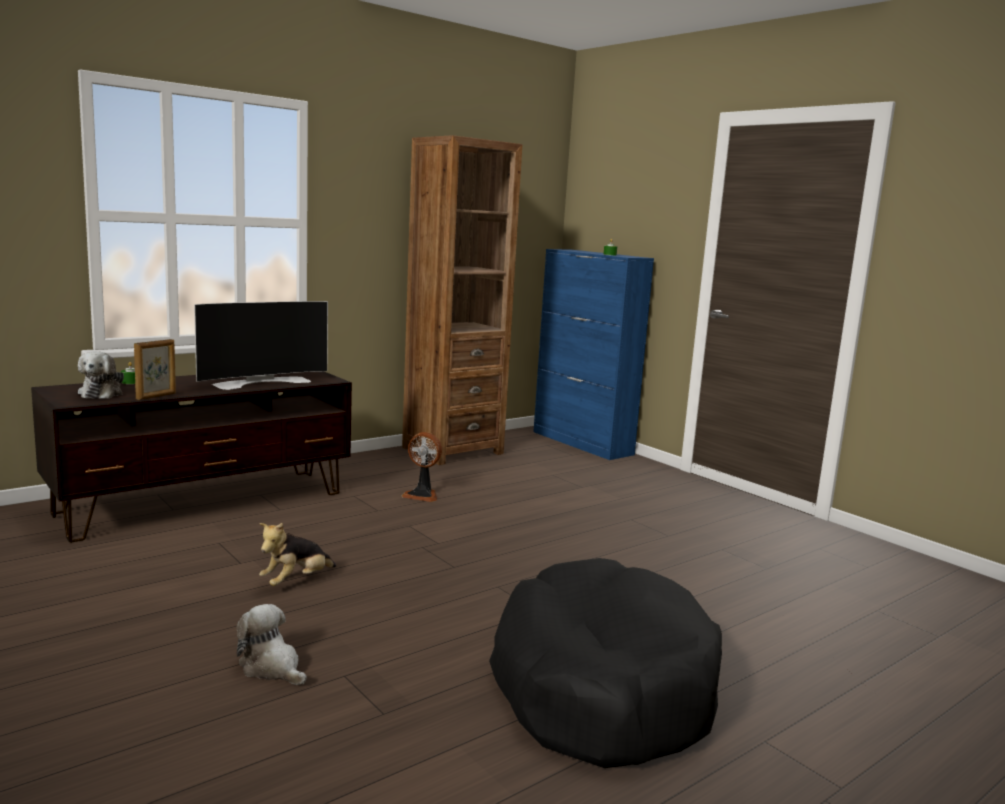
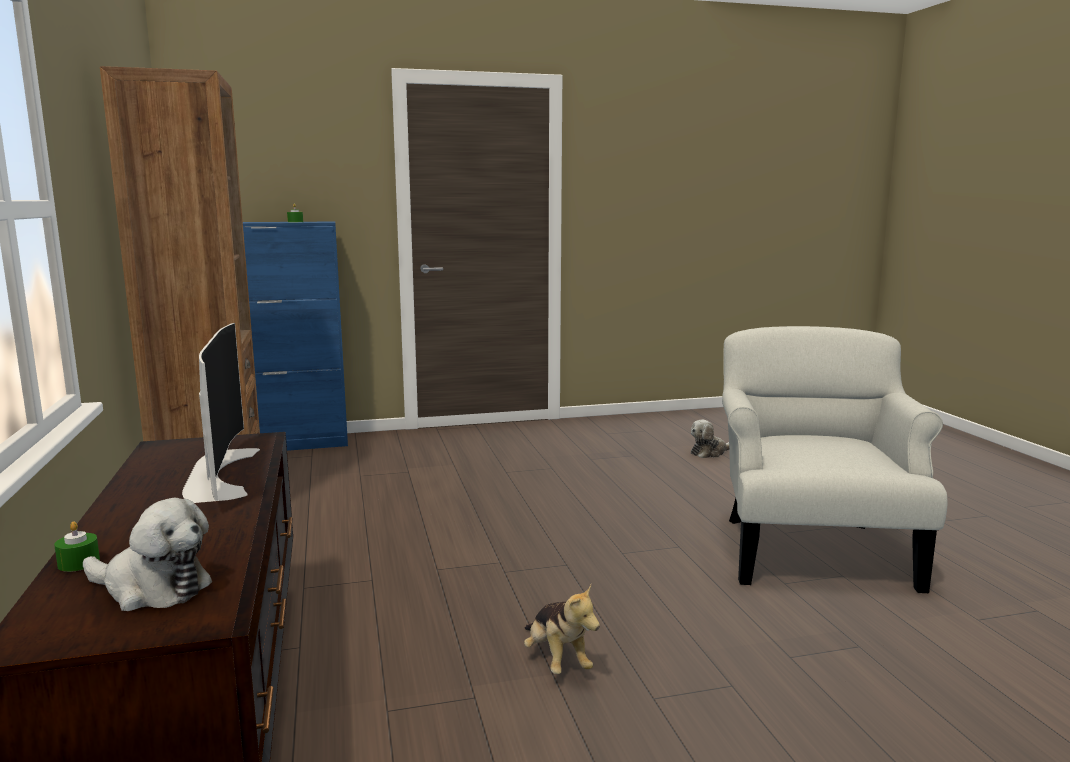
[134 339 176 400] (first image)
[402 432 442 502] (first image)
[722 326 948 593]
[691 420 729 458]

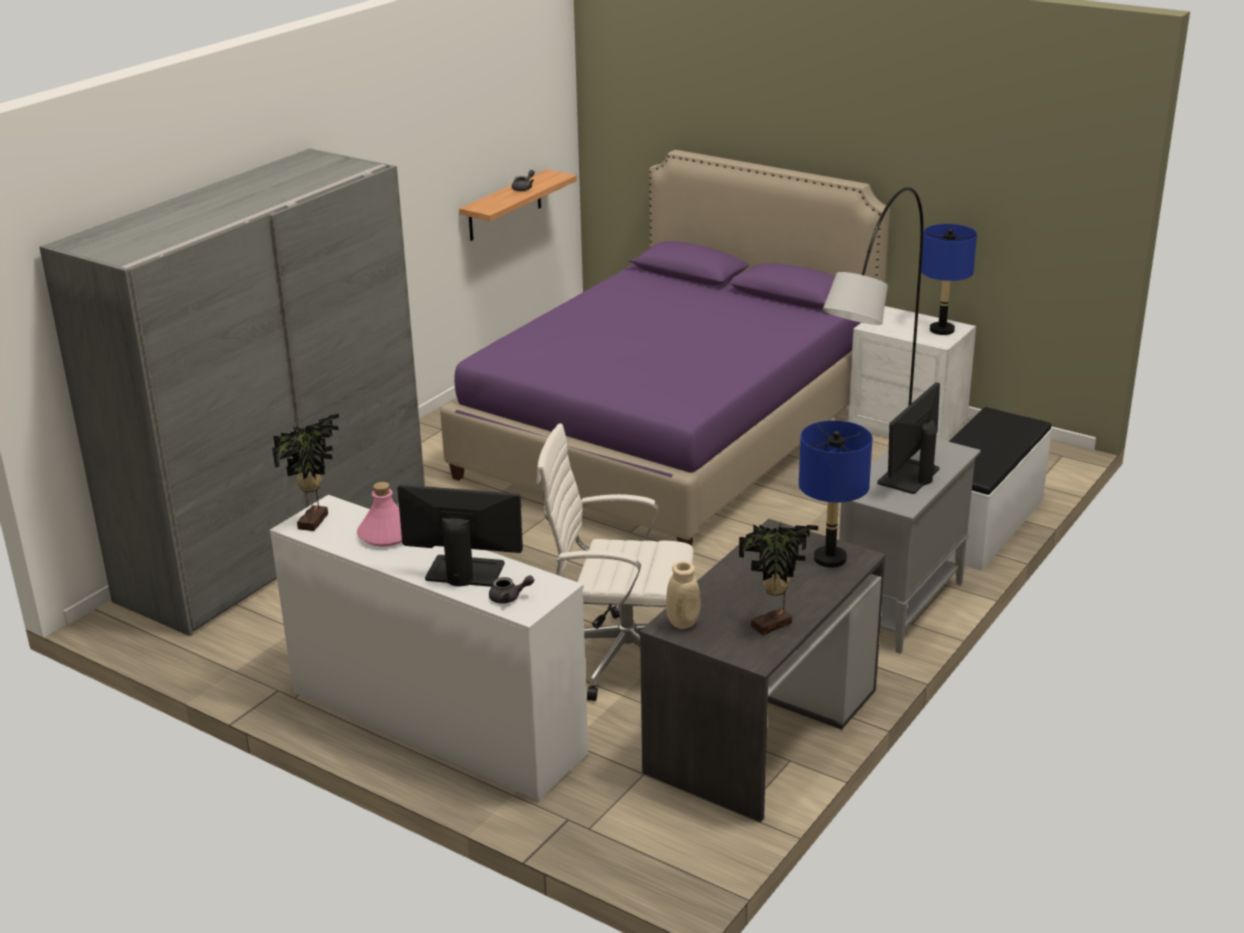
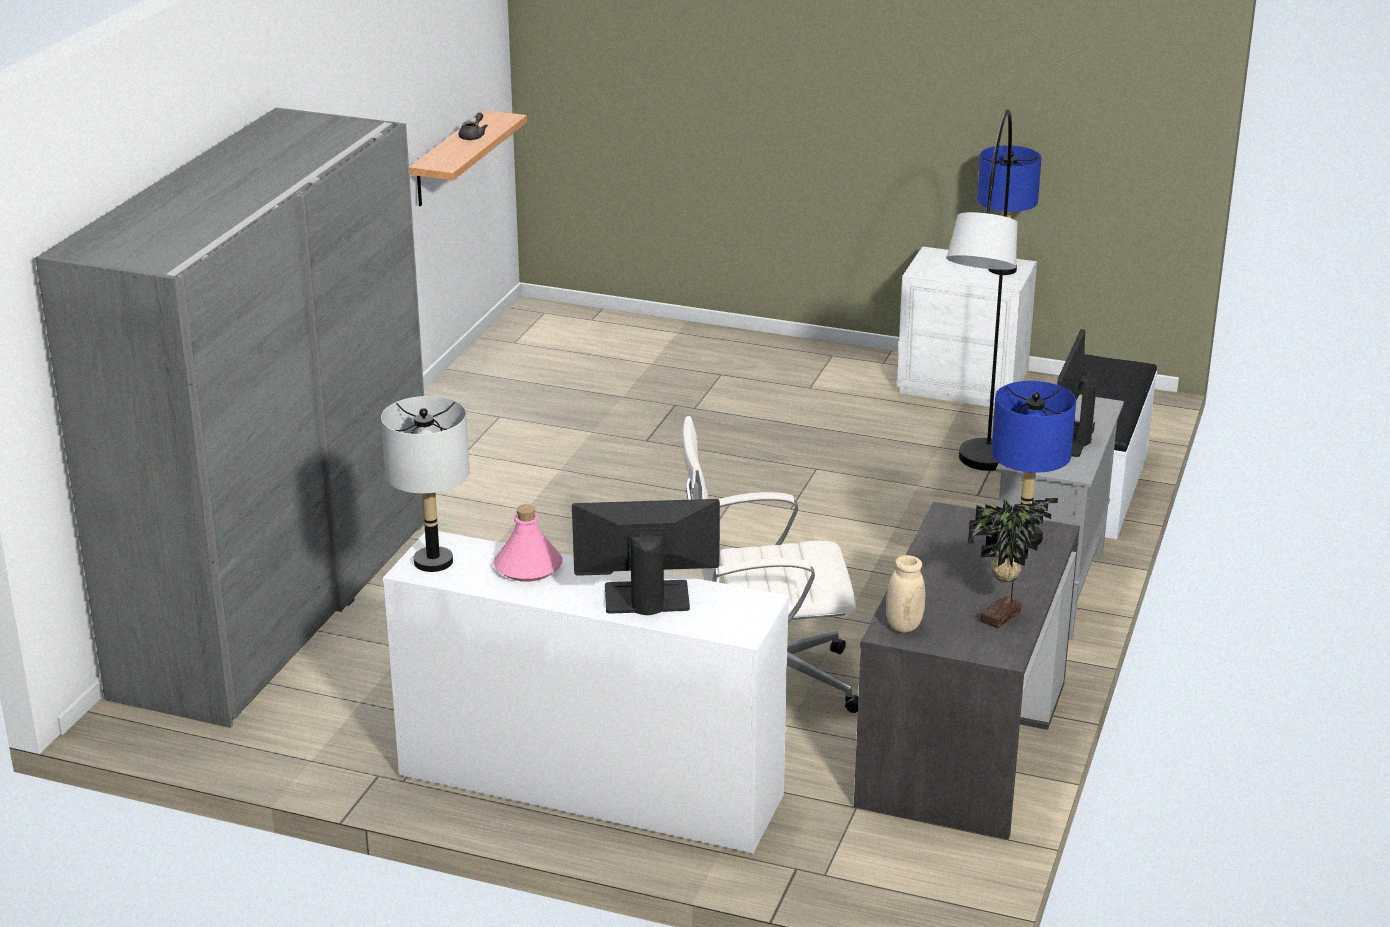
[440 150 890 546] (first image)
[381 396 470 572]
[489 575 534 604] (first image)

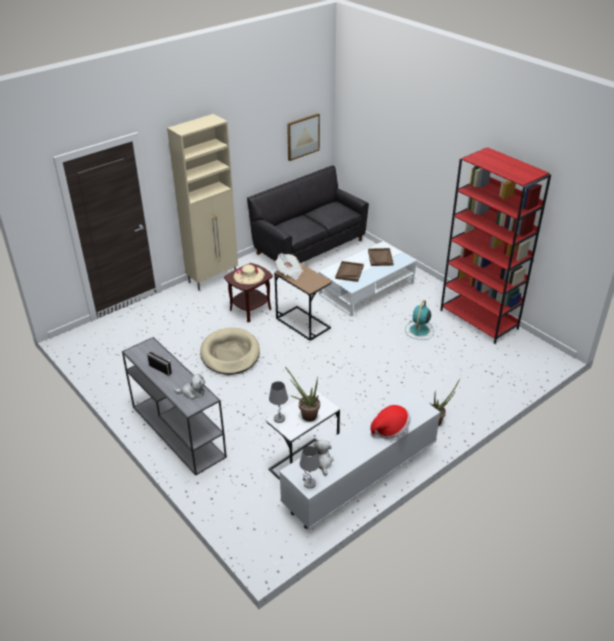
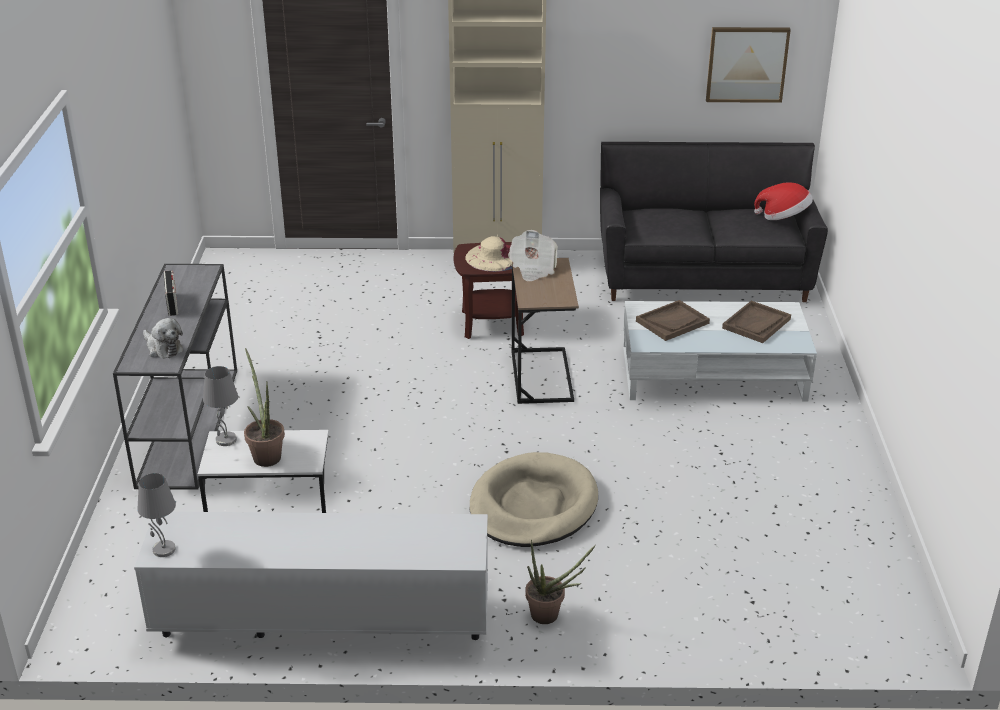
[440 147 551 344] (first image)
[405 300 434 340] (first image)
[470 452 598 547]
[754 182 813 220]
[313 440 334 476] (first image)

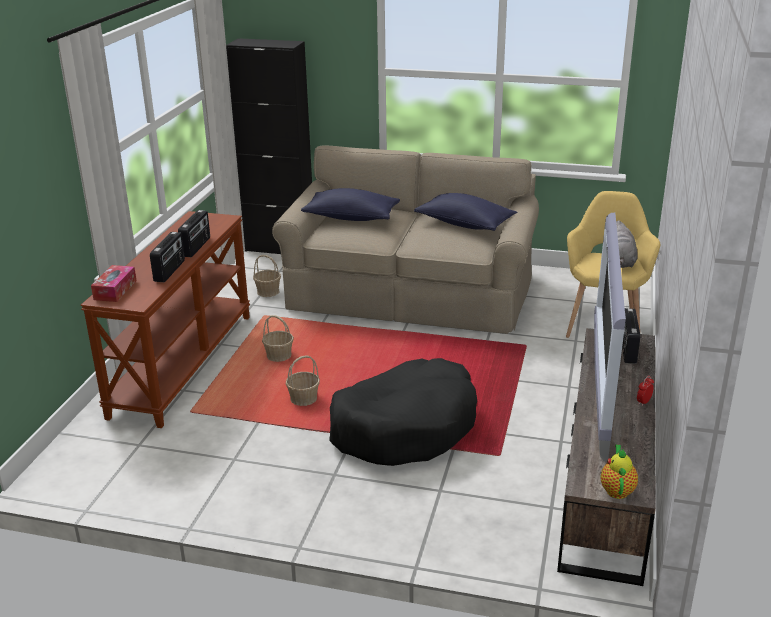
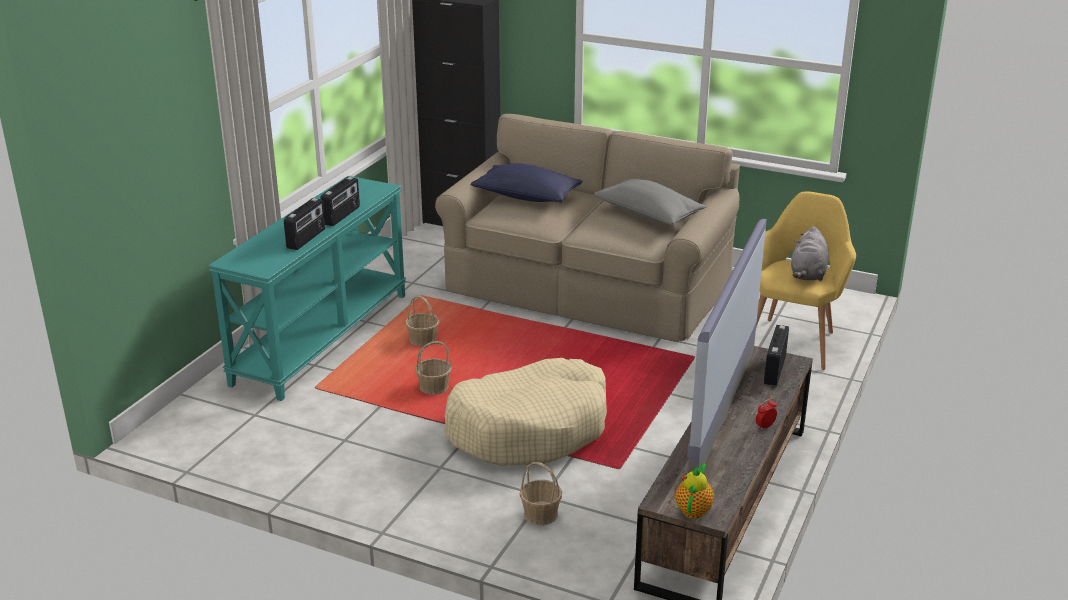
[593 179 707 226]
[208 176 406 401]
[520 462 562 525]
[91 265 137 302] (first image)
[444 358 607 466]

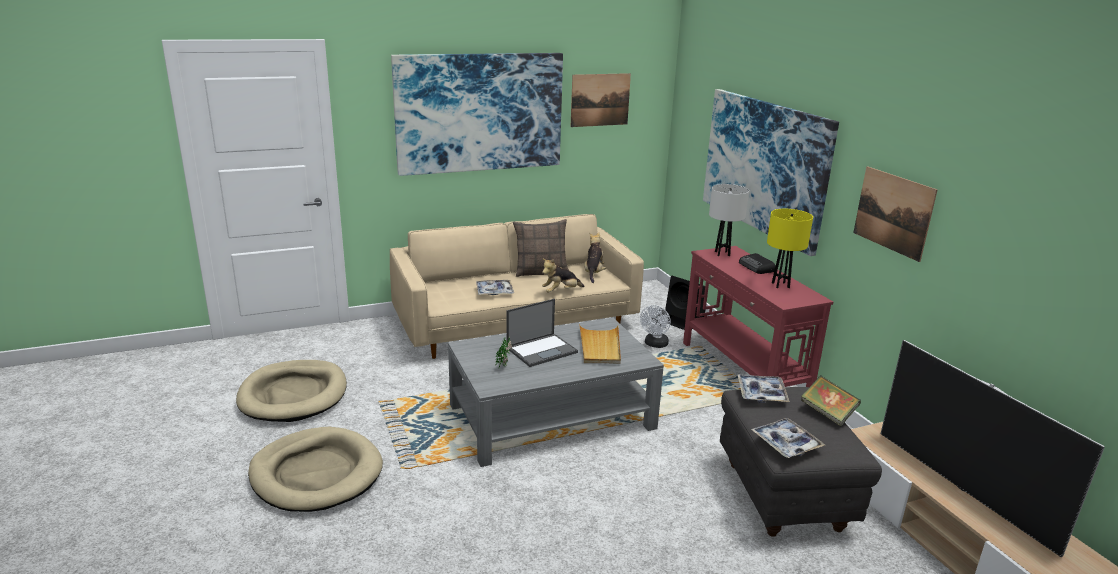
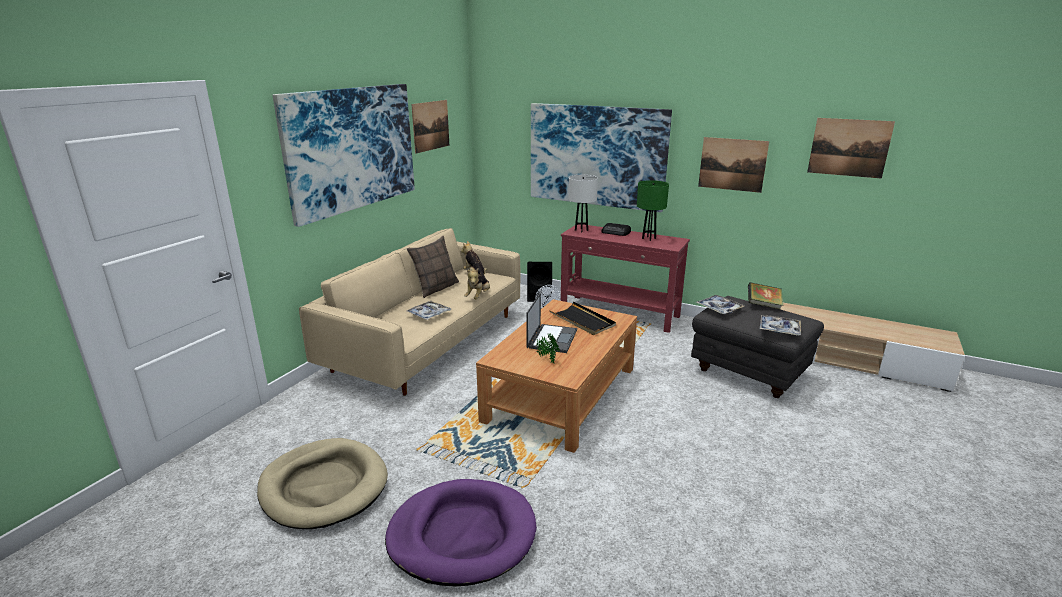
[637 180 669 241]
[476 299 637 453]
[549 302 616 335]
[880 340 1105 557] (first image)
[385 479 537 586]
[807 118 895 179]

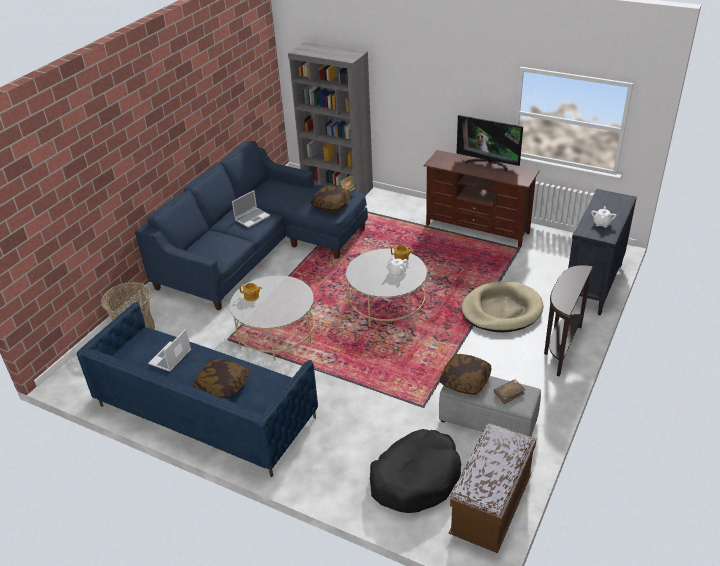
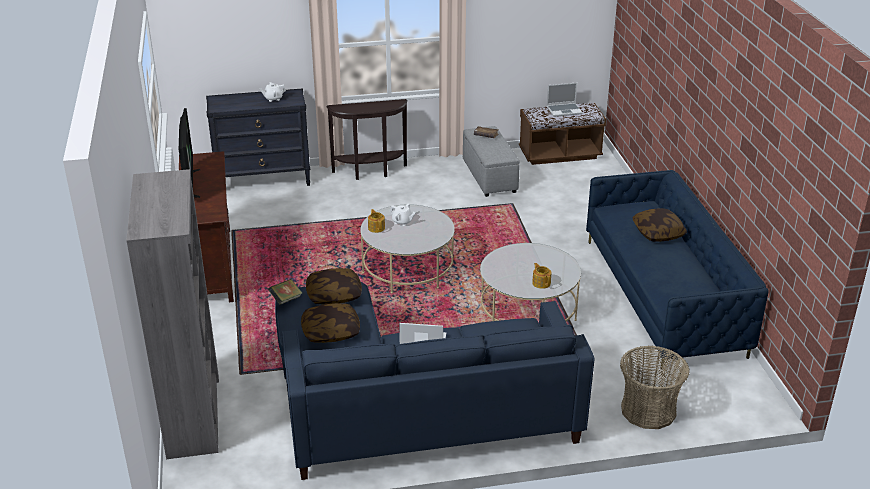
[462 281 543 332] (first image)
[547 83 583 117]
[301 303 360 343]
[370 429 461 513] (first image)

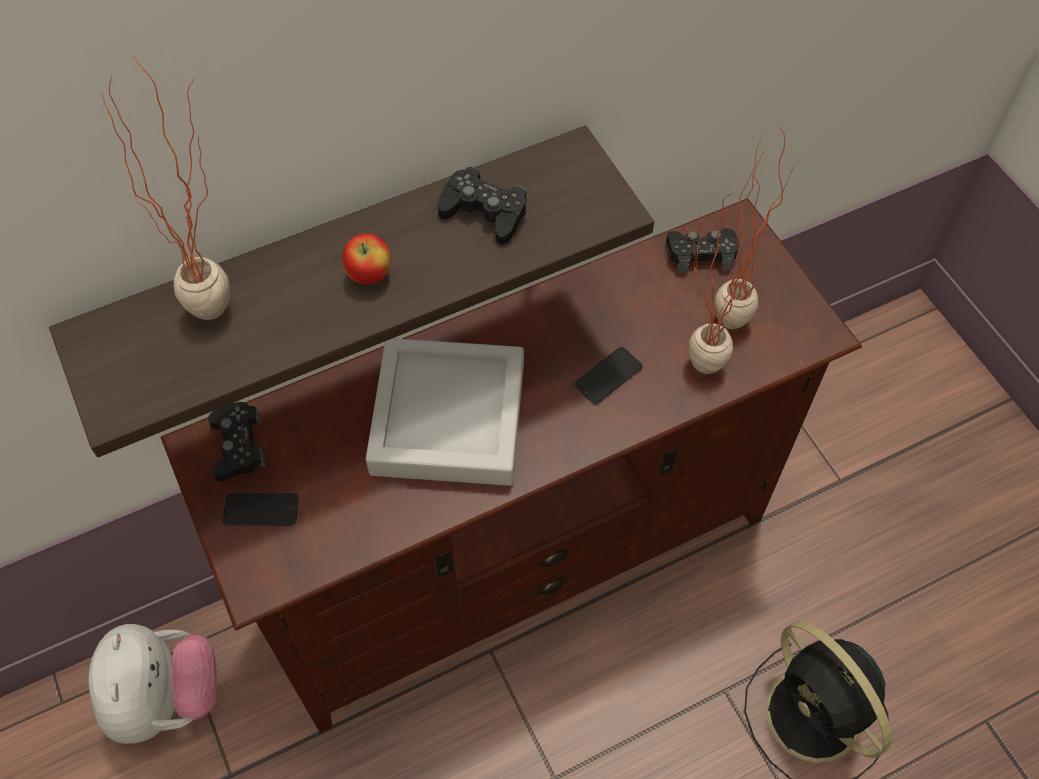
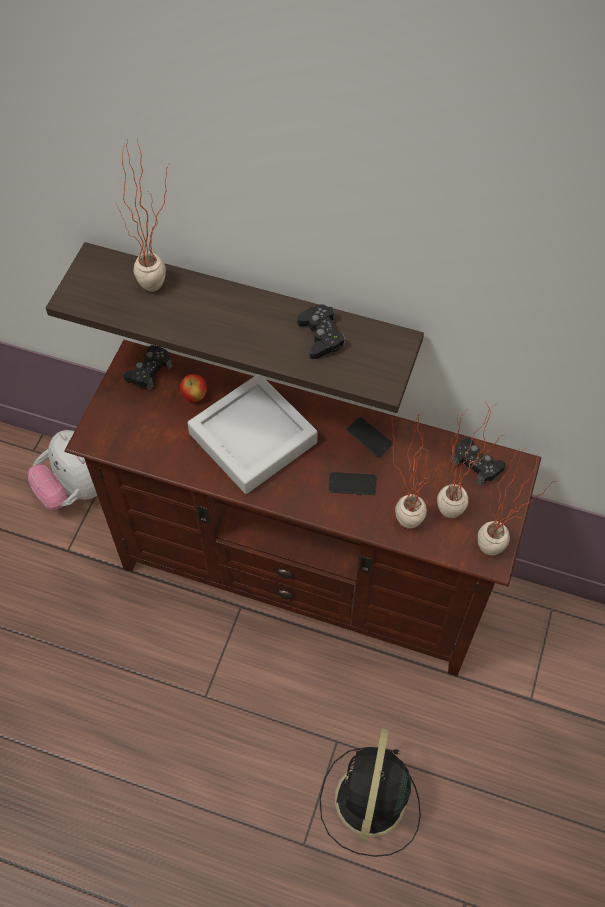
[180 374 207 402]
[346 417 393 457]
[28 430 97 510]
[478 447 558 556]

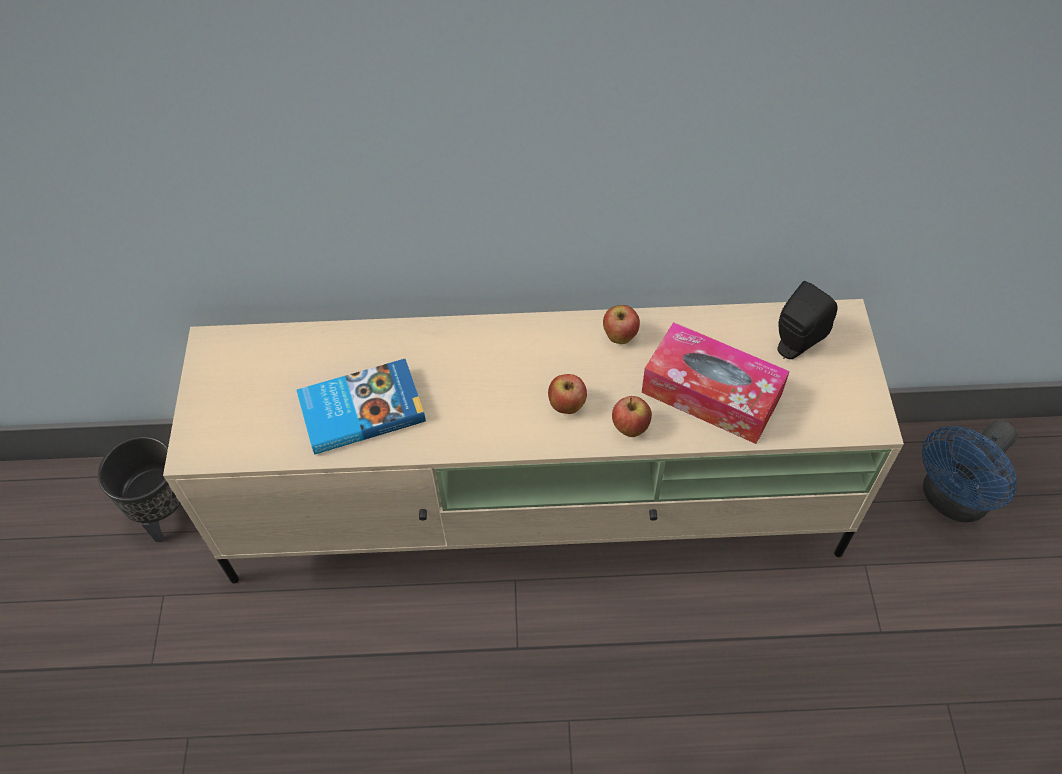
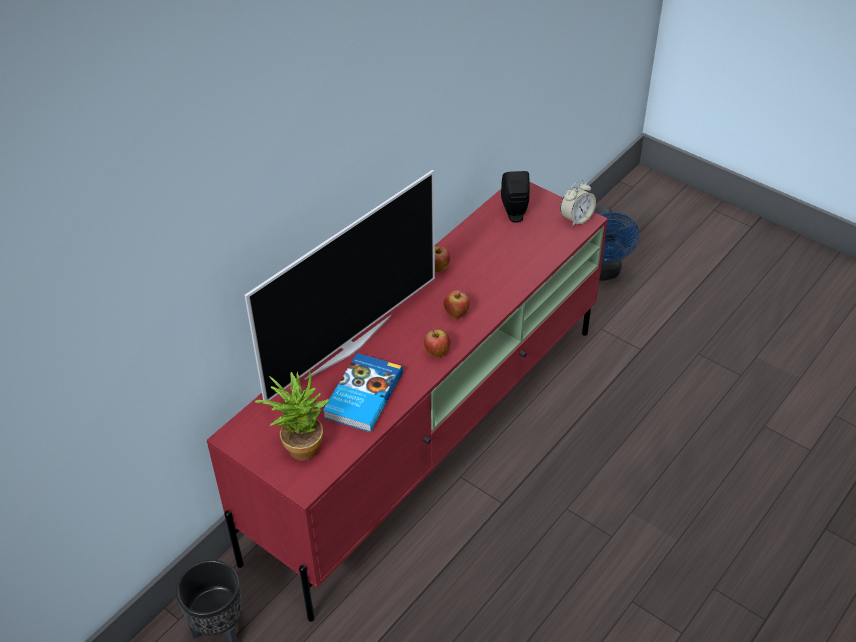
[207 182 608 622]
[642 322 790 444] (first image)
[424 329 450 357]
[245 170 435 401]
[560 180 596 227]
[255 370 330 461]

